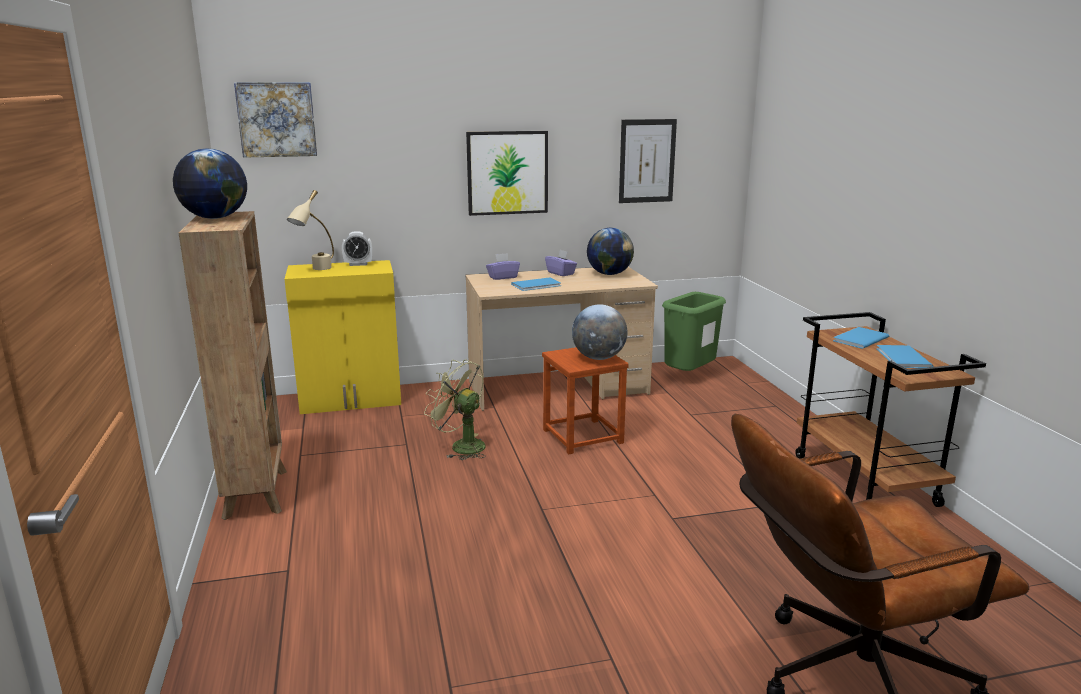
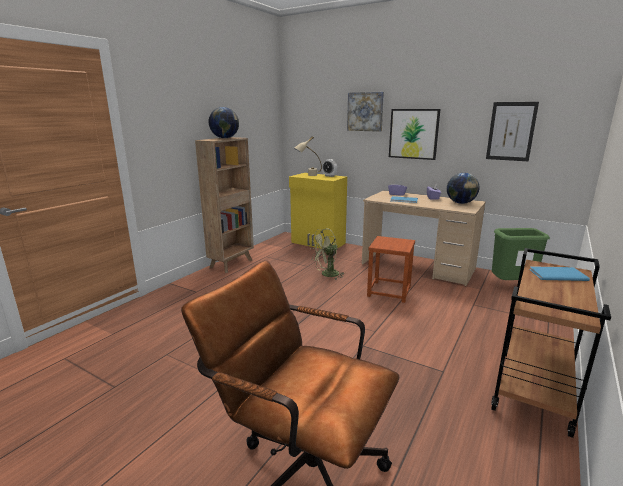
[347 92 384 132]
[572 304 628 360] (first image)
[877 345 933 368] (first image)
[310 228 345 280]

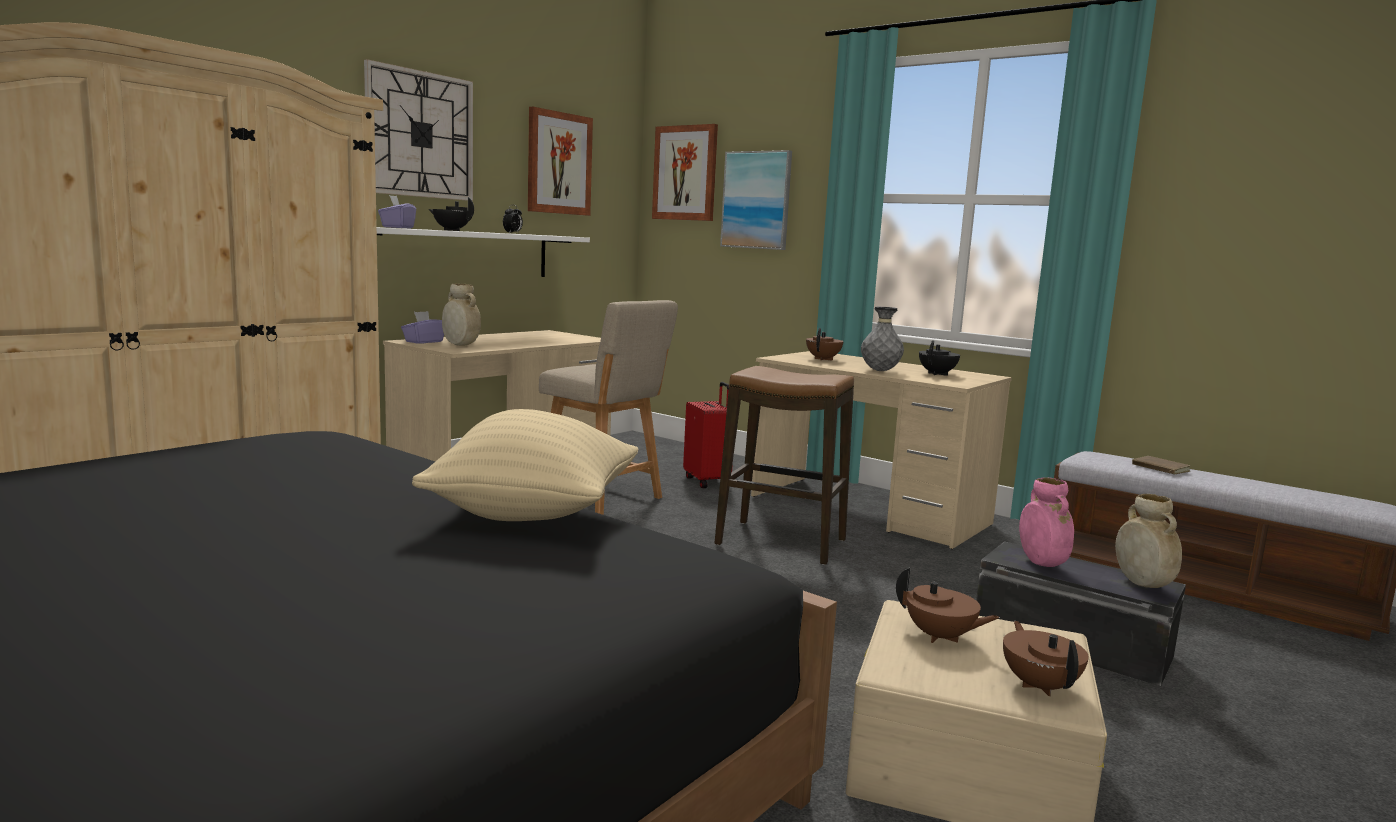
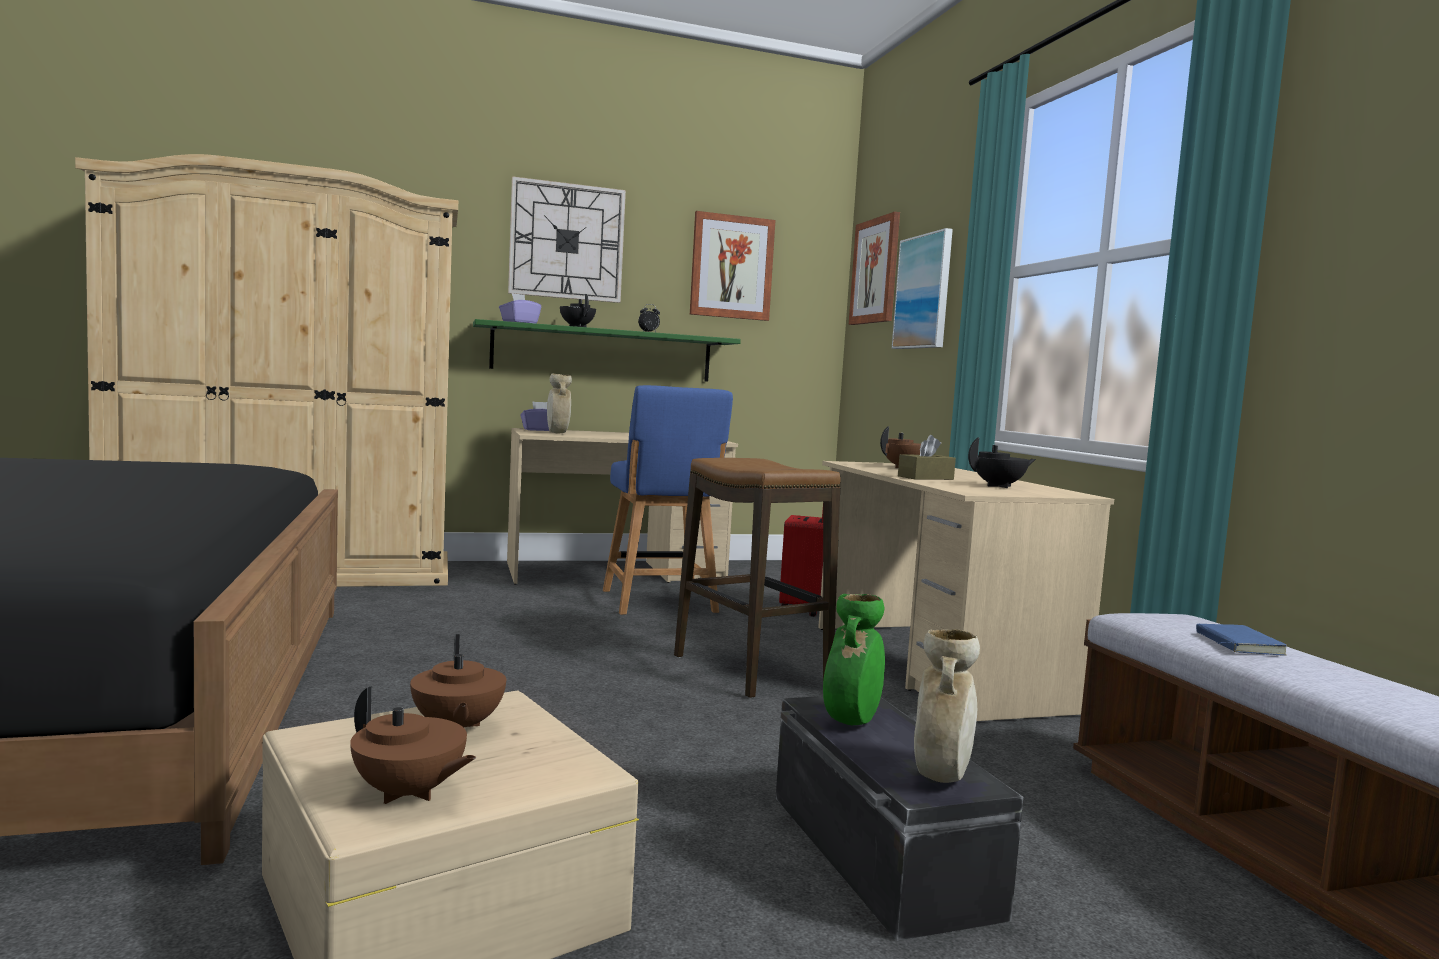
[473 319 741 382]
[603 385 733 615]
[898 435 956 480]
[412 409 638 521] (first image)
[1196 624 1287 656]
[823 594 885 725]
[350 686 476 804]

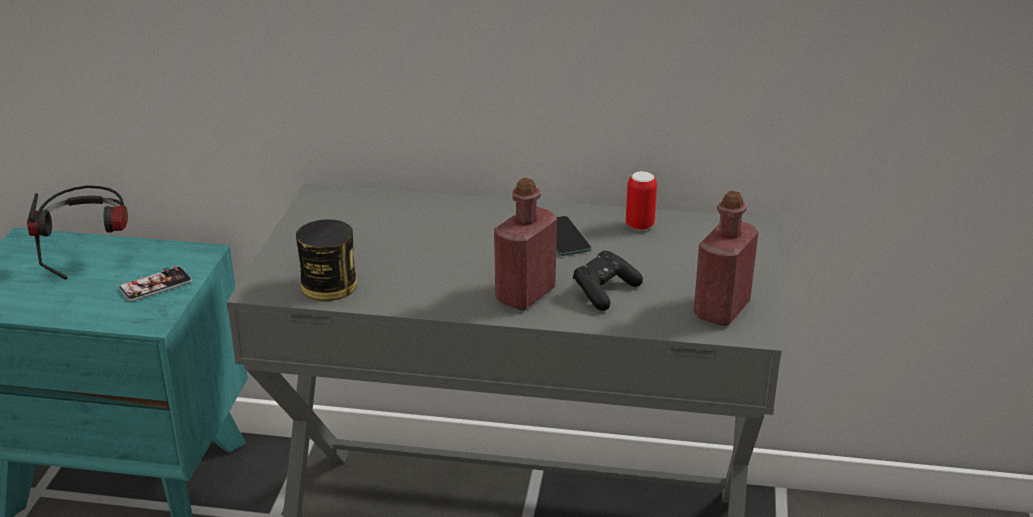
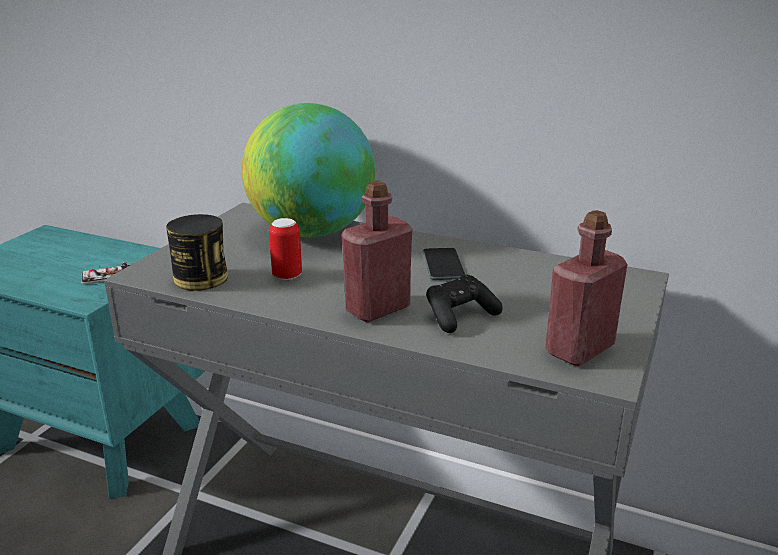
[269 218 302 280]
[27 185 128 280] (first image)
[242 103 375 237]

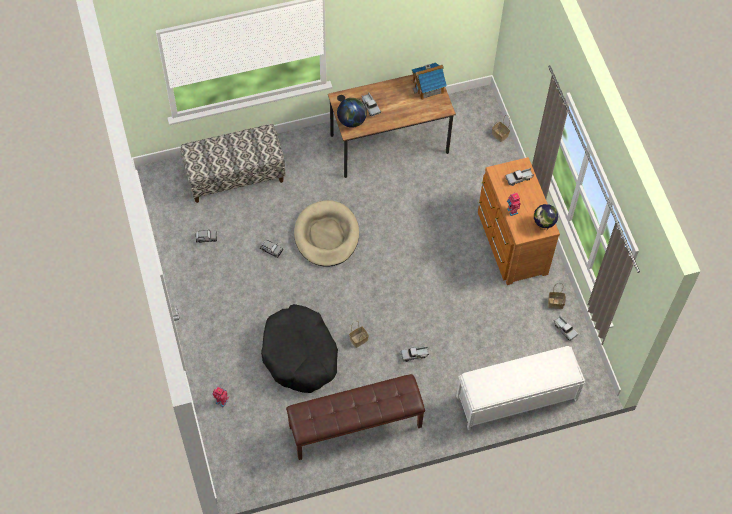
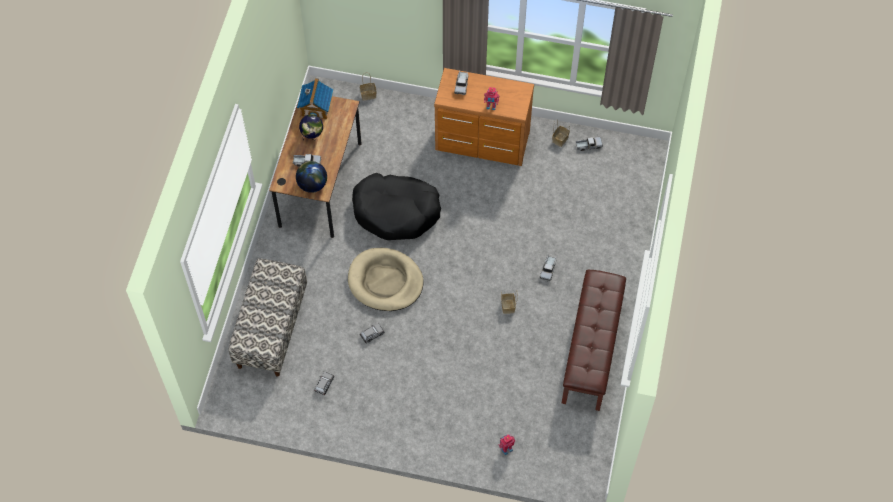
[299 115 323 141]
[352 173 441 240]
[456 346 586 430] (first image)

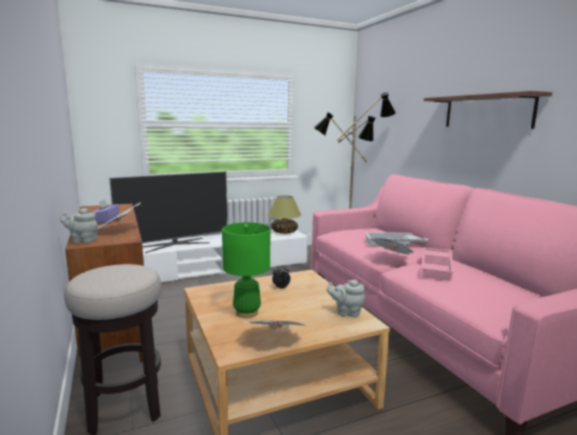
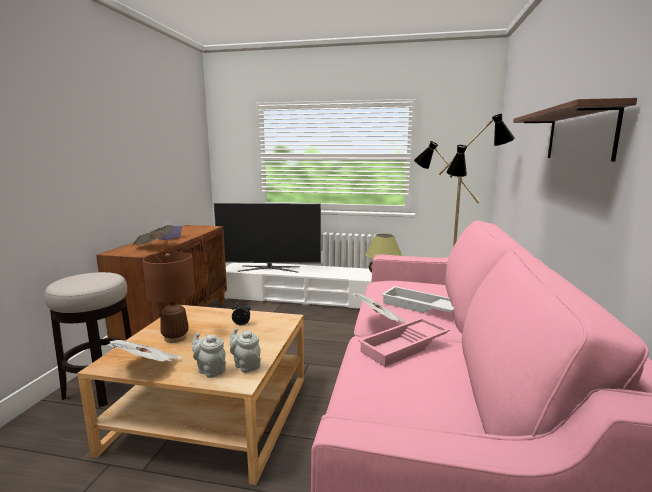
[192 333 226 378]
[143 252 195 343]

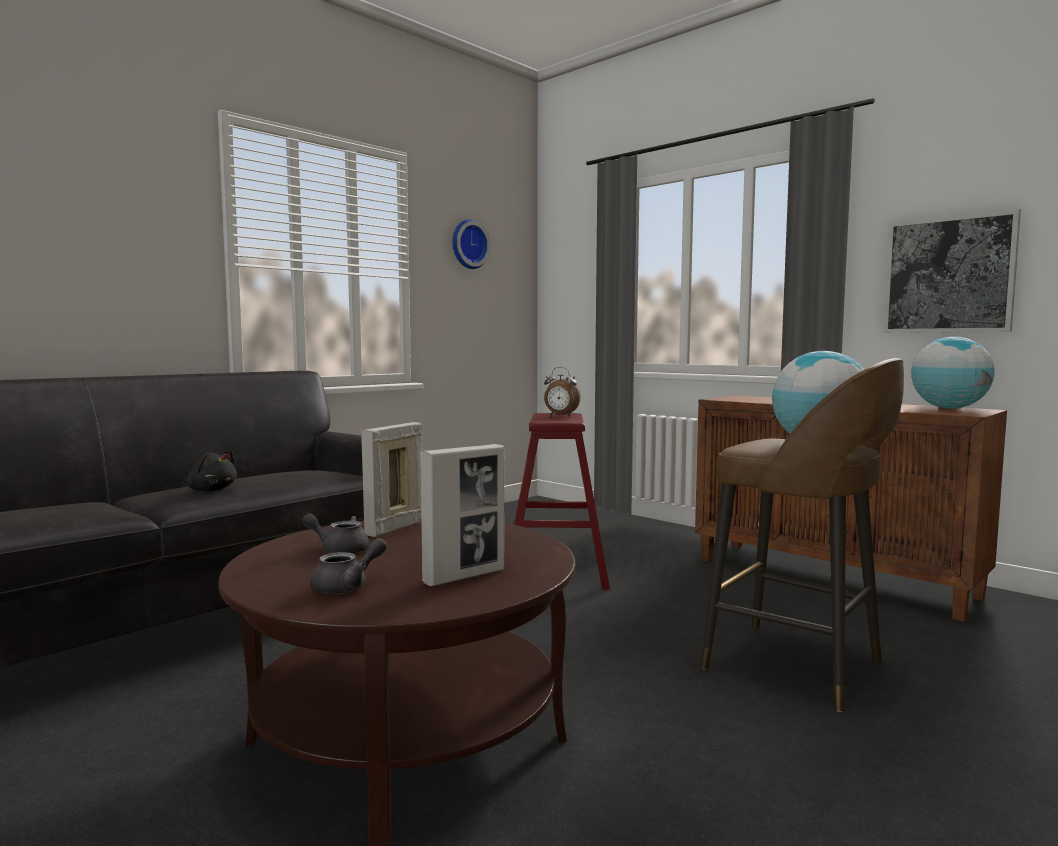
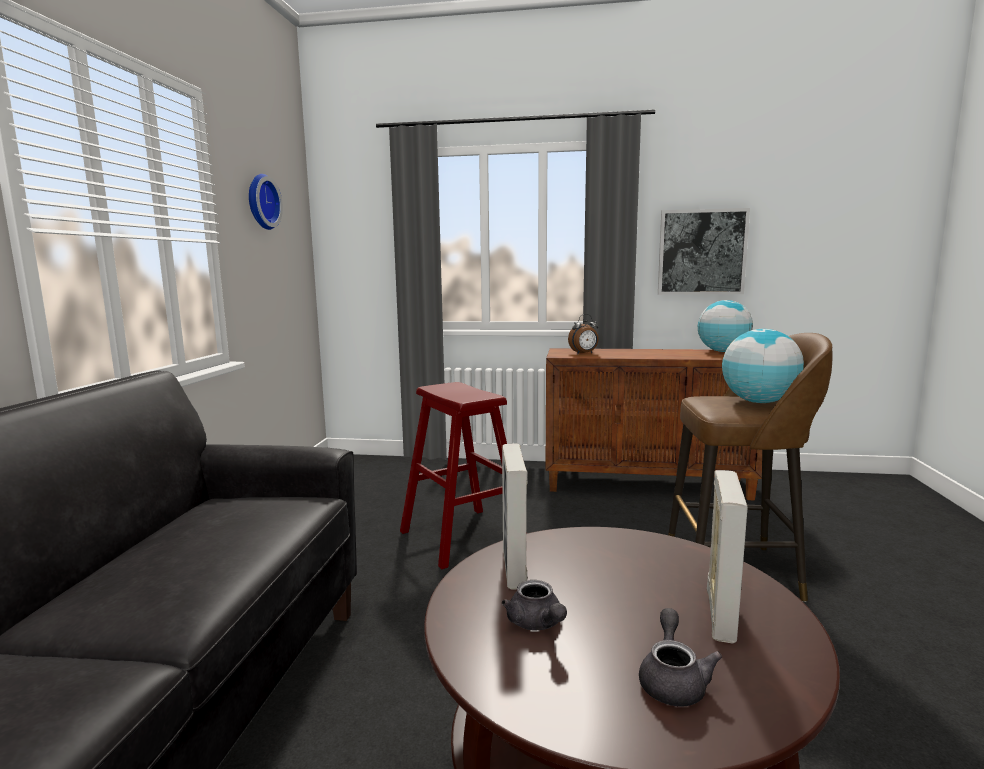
[568 314 599 354]
[183 450 237 491] (first image)
[501 580 567 631]

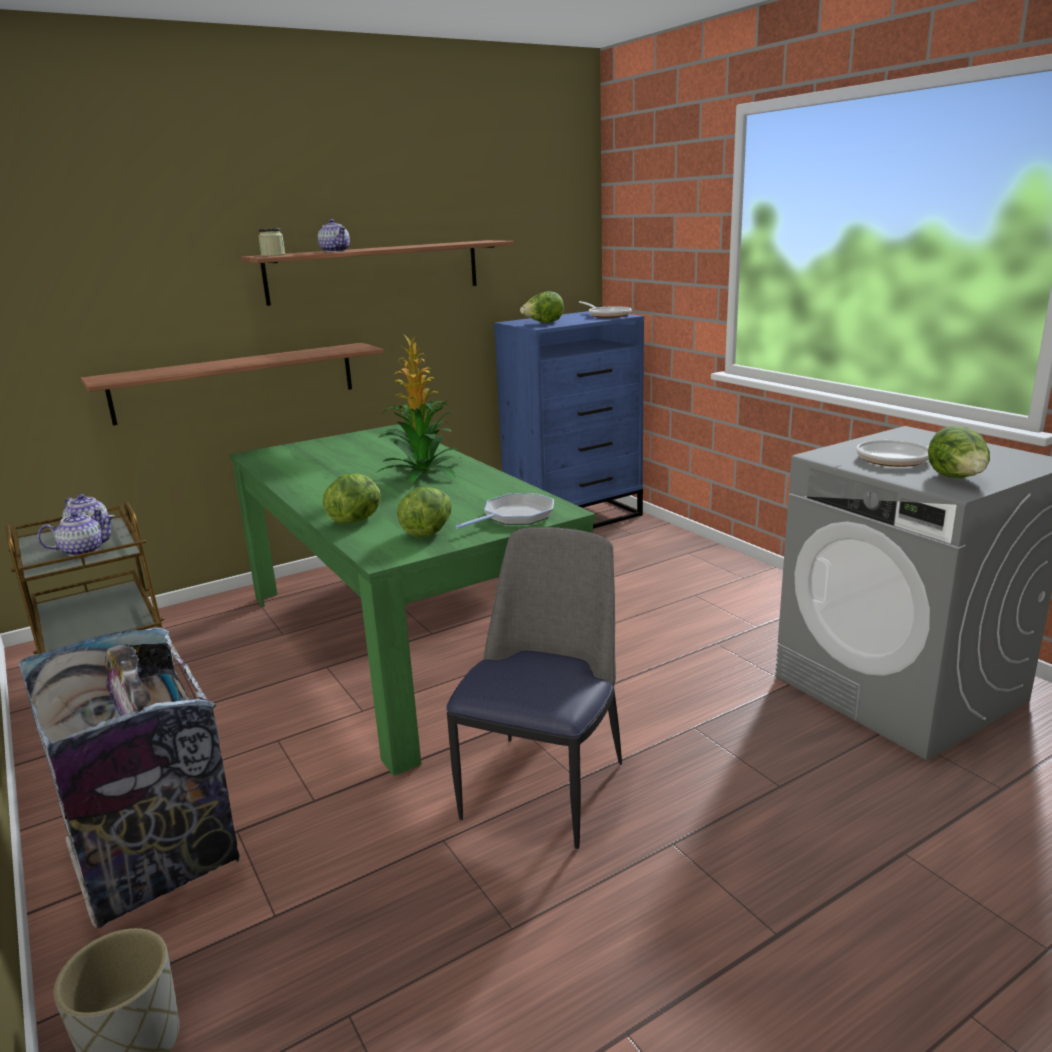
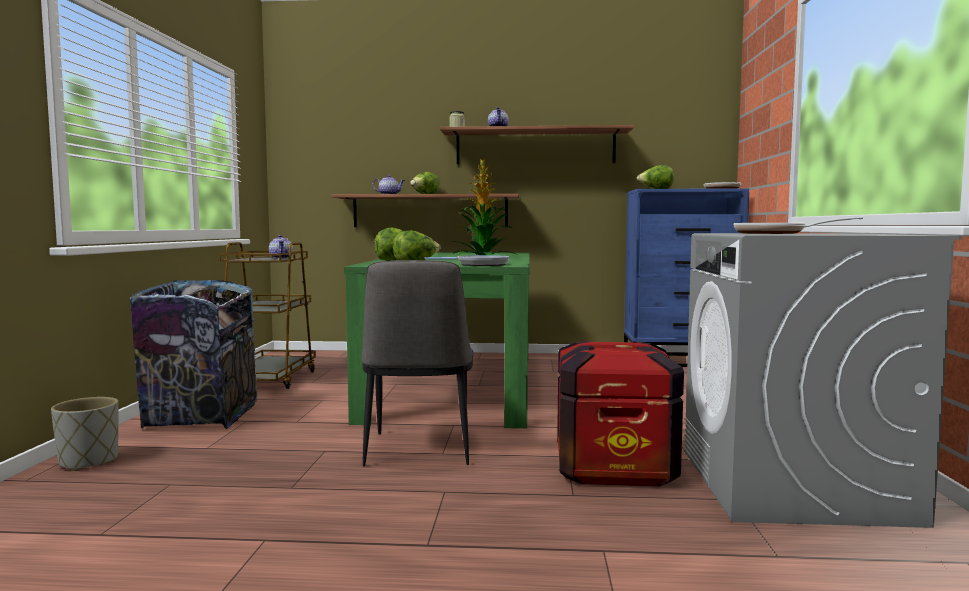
[410 172 440 194]
[373 175 405 194]
[362 260 474 467]
[557 341 684 486]

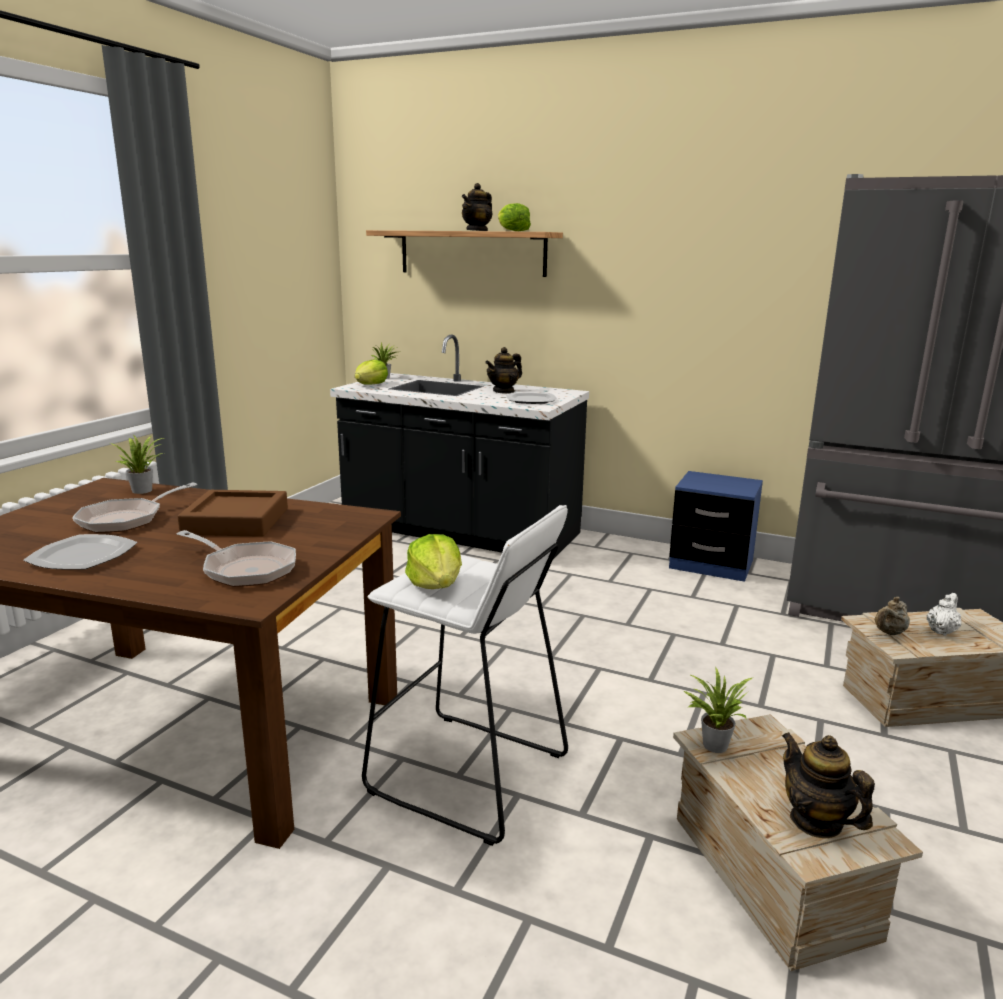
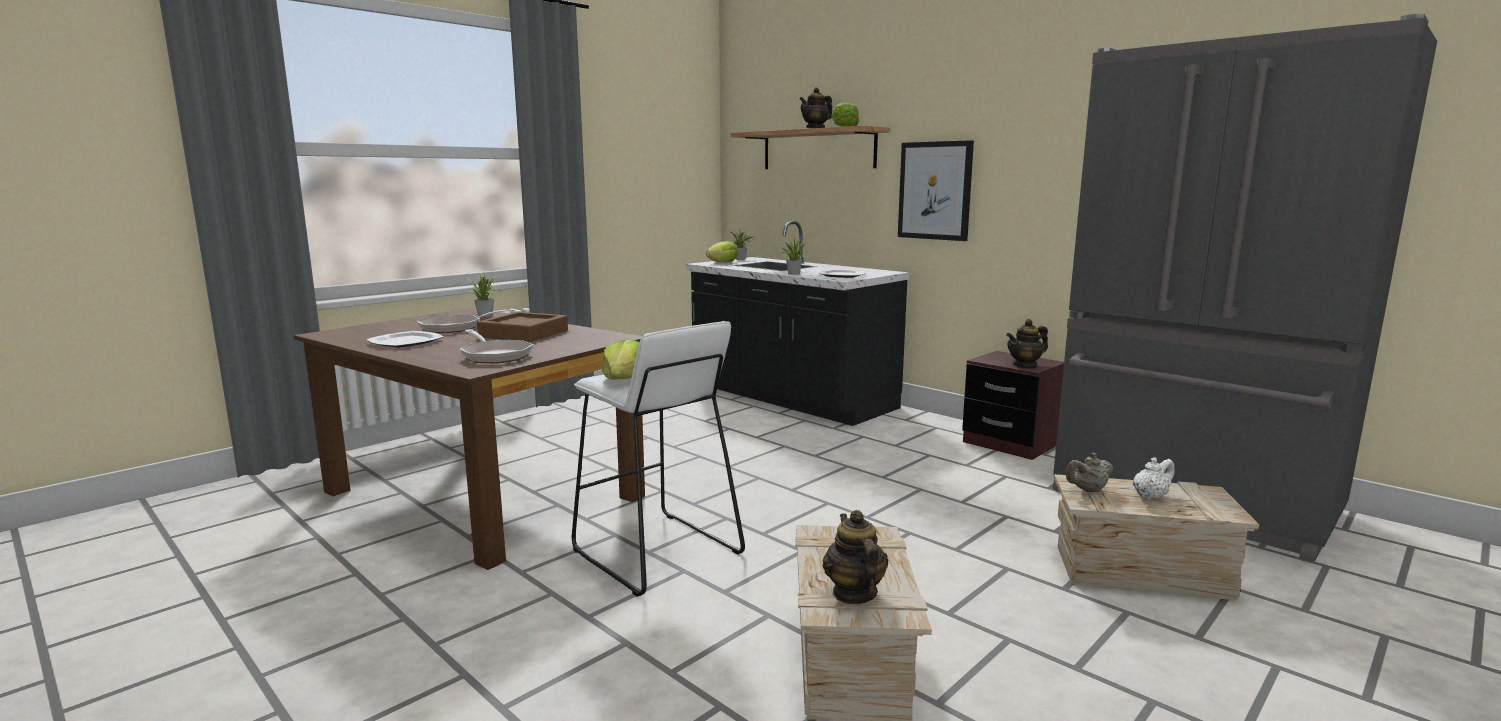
[1006 319 1048 369]
[962 351 1064 460]
[780 239 809 275]
[898 140 974 241]

